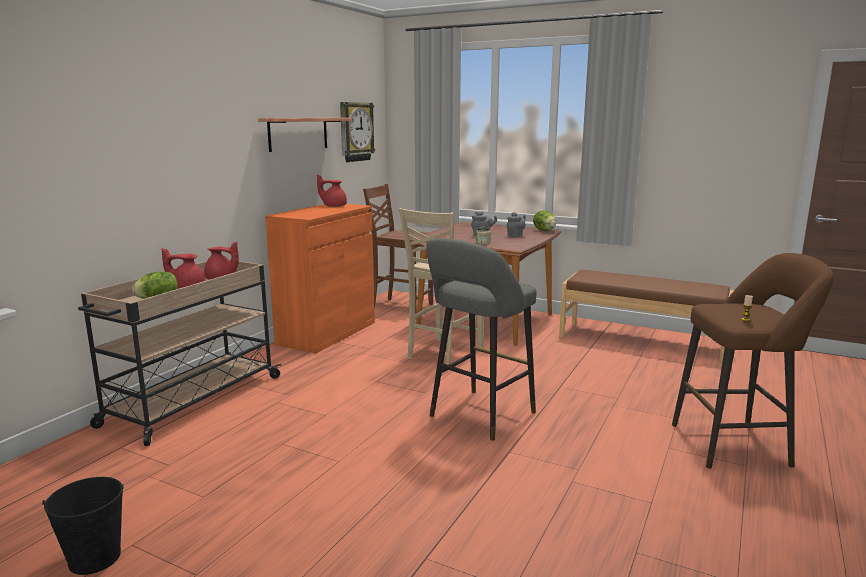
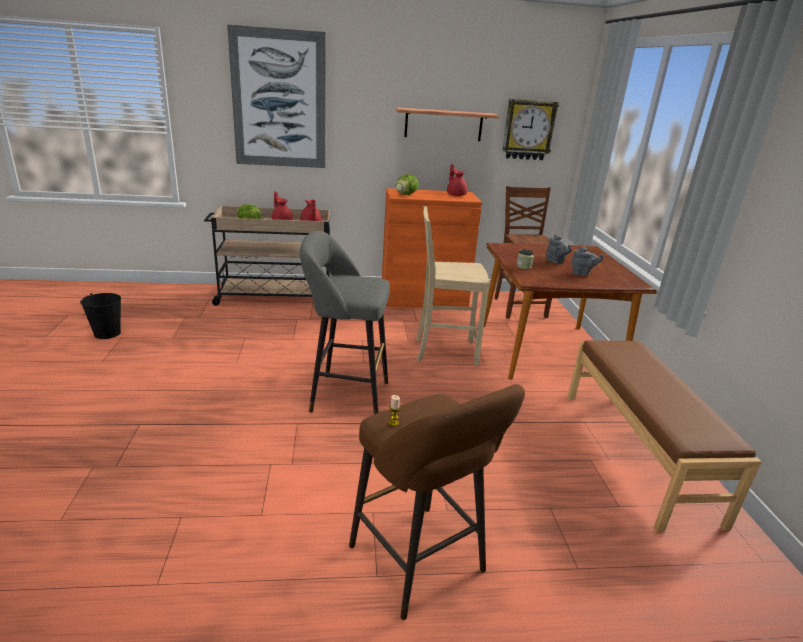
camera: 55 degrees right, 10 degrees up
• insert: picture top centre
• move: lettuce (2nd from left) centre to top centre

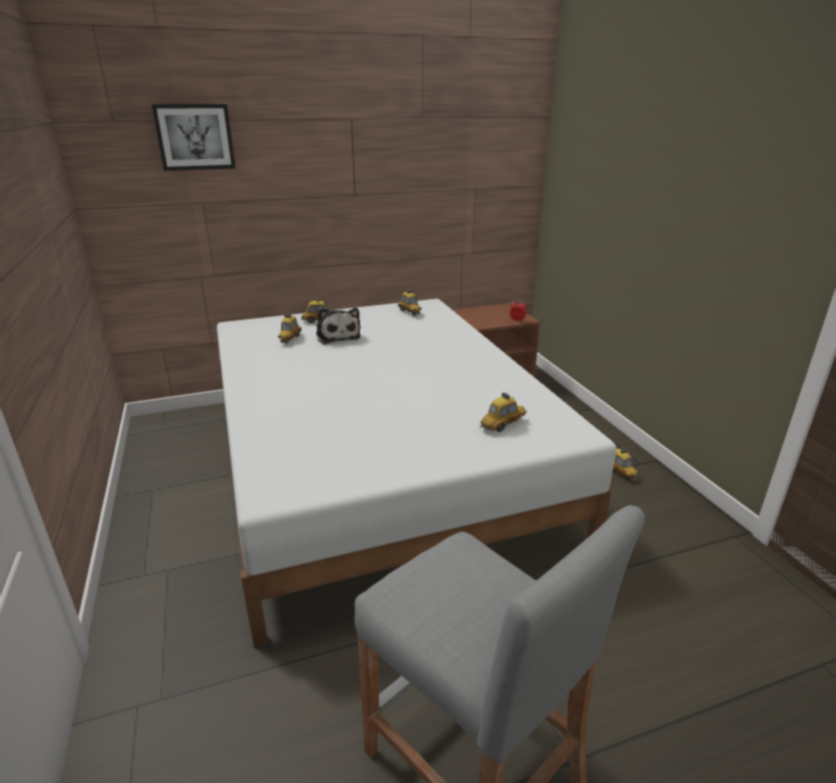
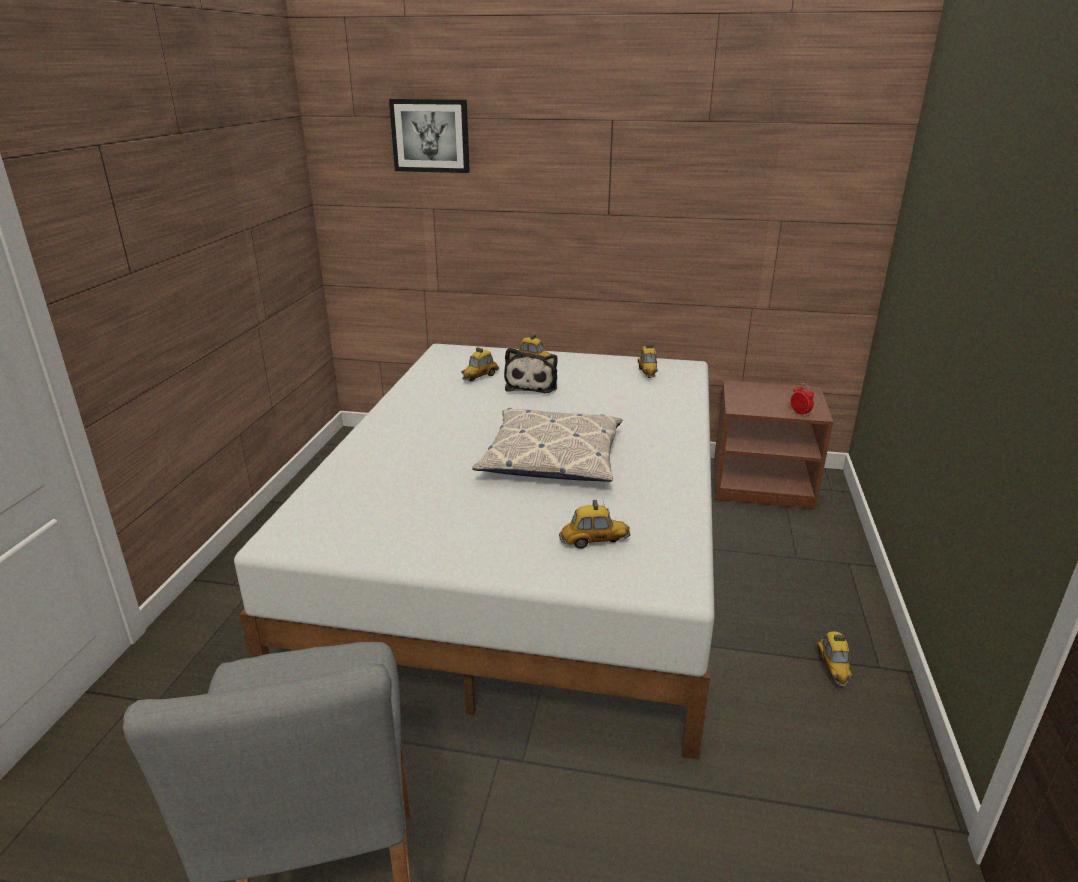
camera: 30 degrees right, 0 degrees up
• insert: pillow centre

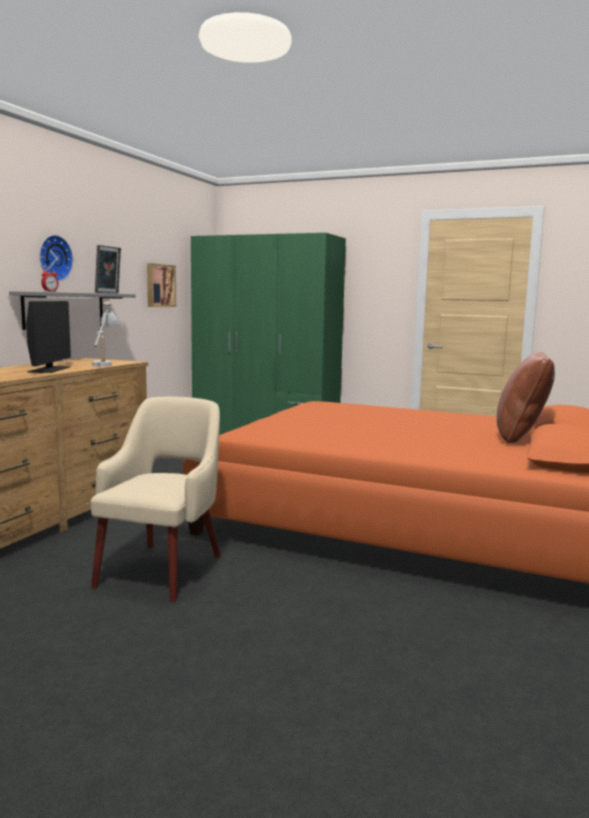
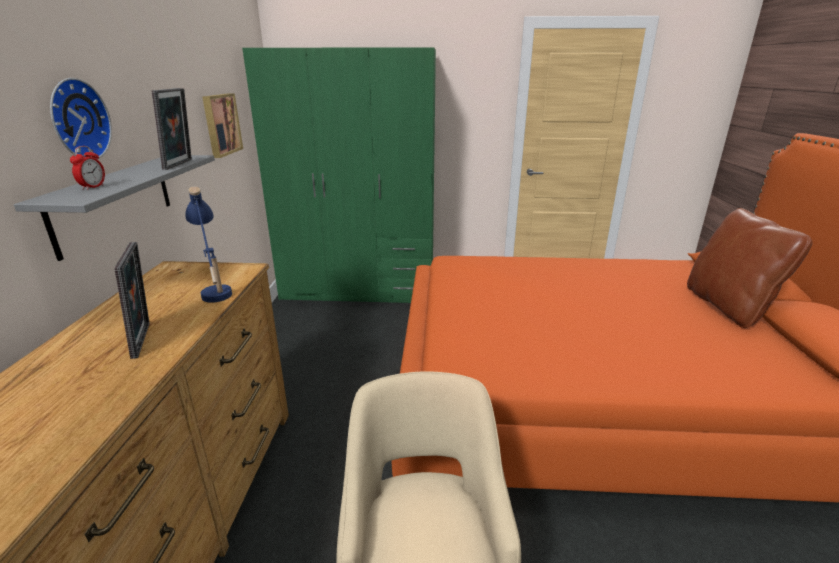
camera: 20 degrees left, 15 degrees up
• replace: monitor middle left to picture frame (1st from left) middle left
• recolor: white table lamp middle left to blue table lamp middle left

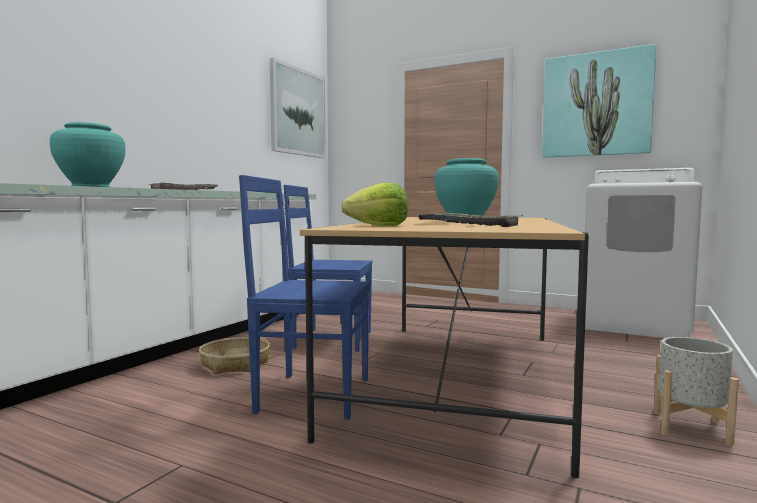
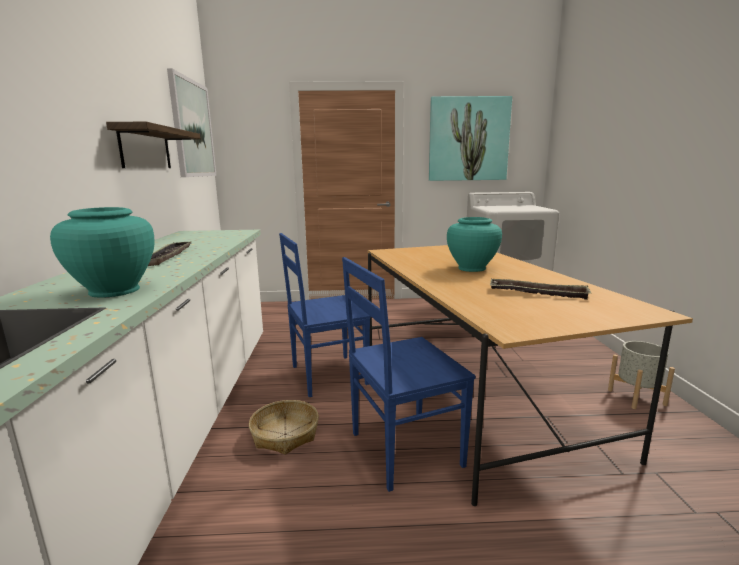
camera: 30 degrees left, 10 degrees up
• delete: lettuce centre
• insert: shelf top left

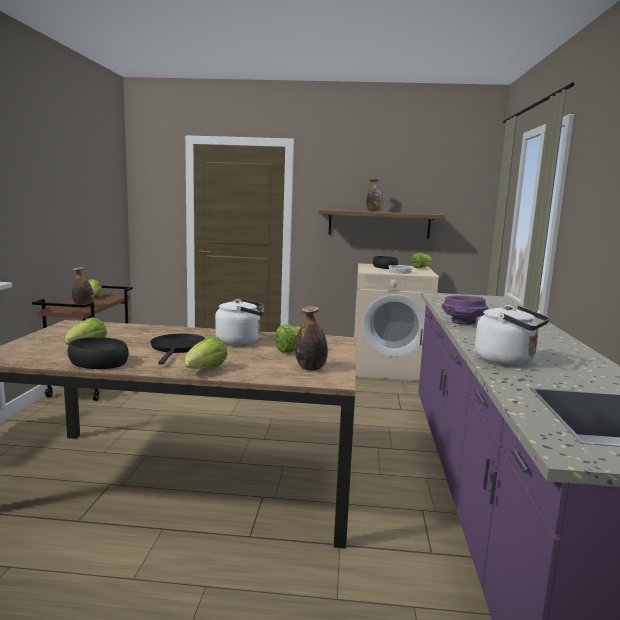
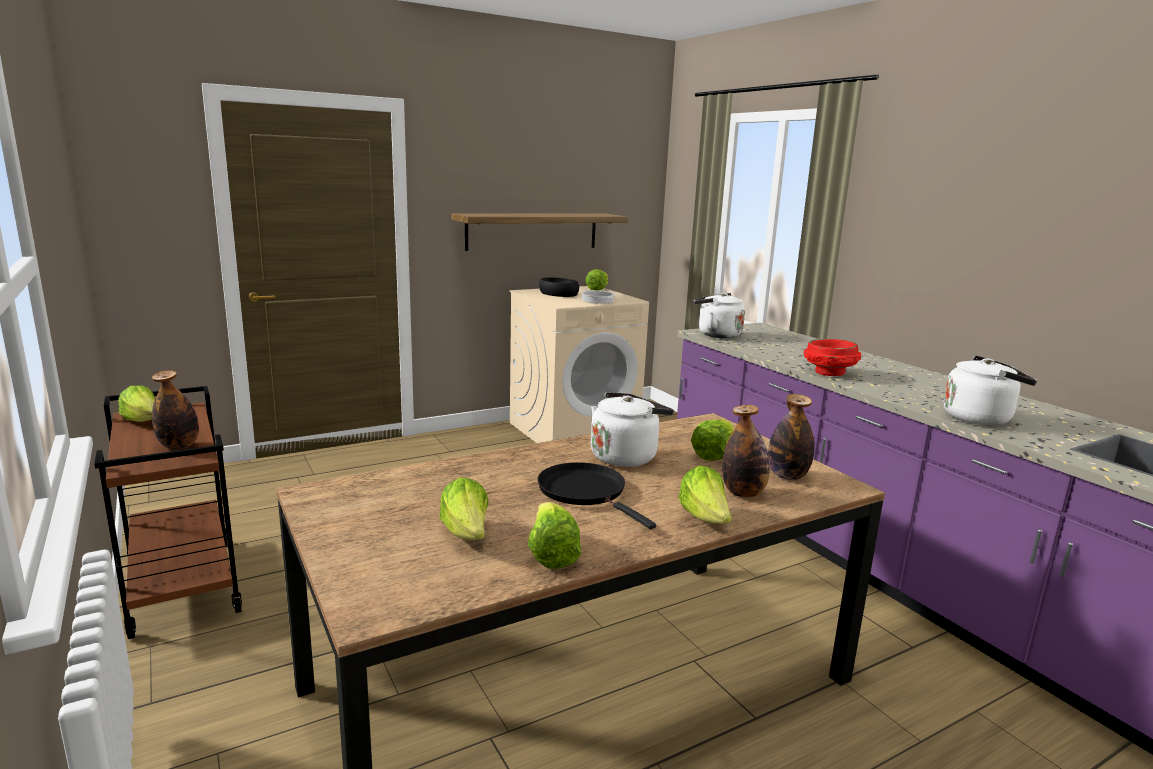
camera: 35 degrees left, 5 degrees up
• insert: white kettle (2nd from left) centre
• move: bottle (3rd from left in the first image) top centre to bottle (2nd from left) centre
• replace: black bowl (1st from left) middle left to lettuce (3rd from left) bottom centre
• recolor: purple bowl middle right to red bowl middle right

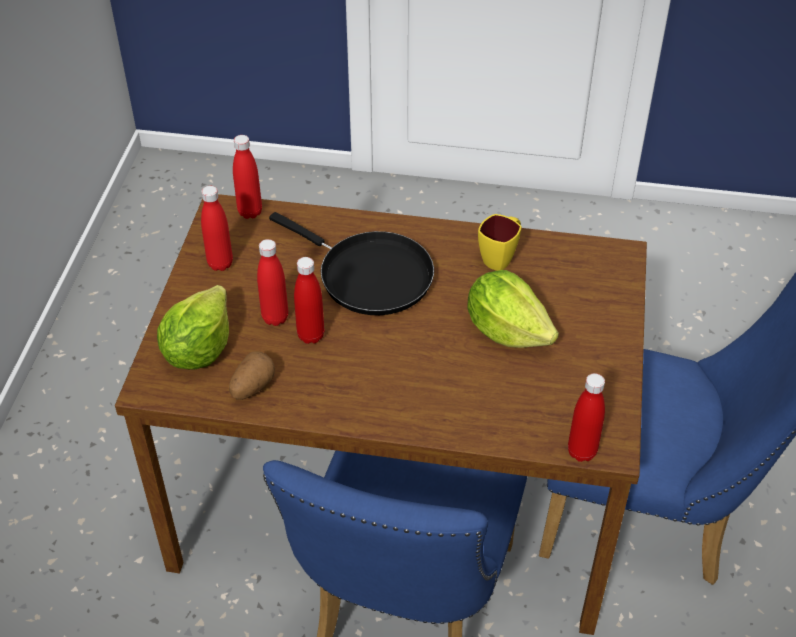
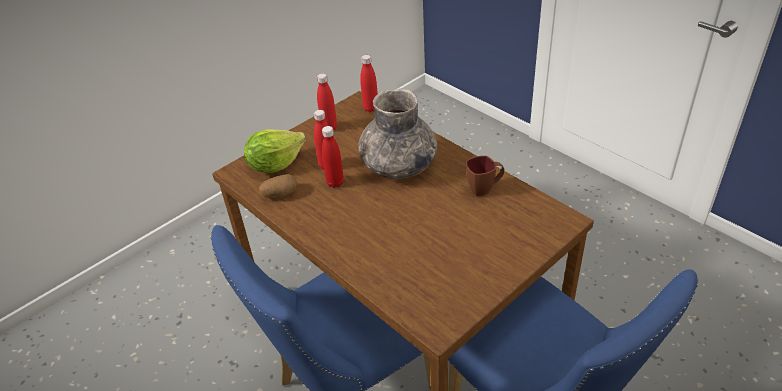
camera: 40 degrees right, 5 degrees down
• delete: lettuce (2nd from left) centre
• delete: red bottle (5th from left) middle right
• replace: black frying pan centre to grey vase centre
• recolor: yellow mug centre to brown mug centre

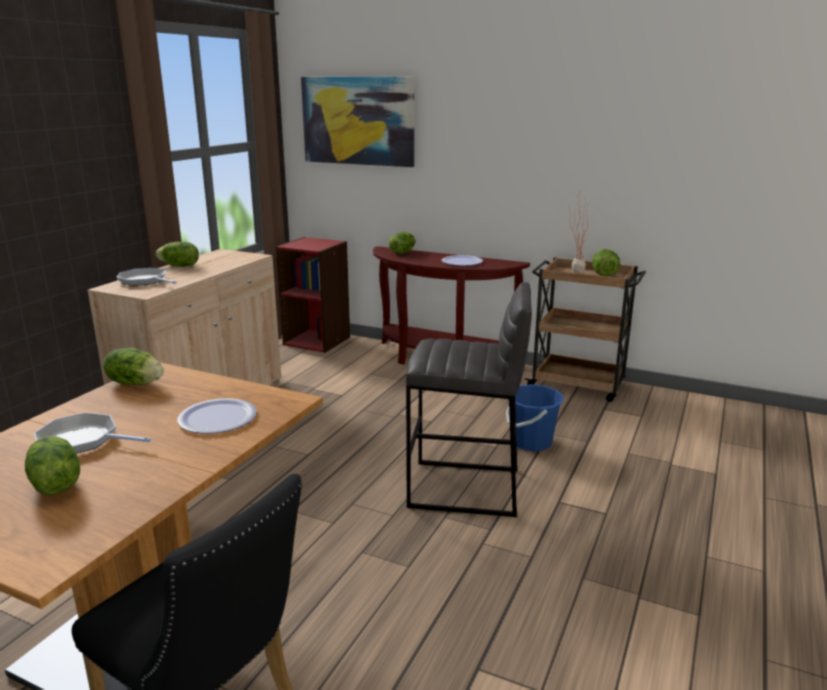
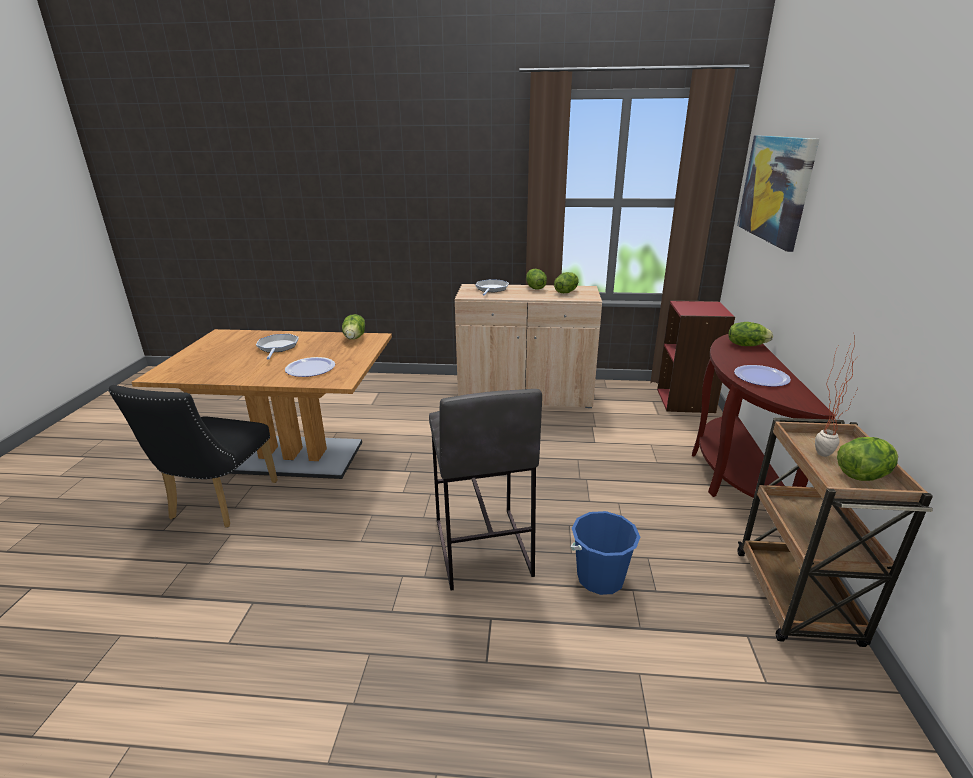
camera: 70 degrees right, 5 degrees up
• move: lettuce (1st from left in the first image) bottom left to lettuce (3rd from left) centre

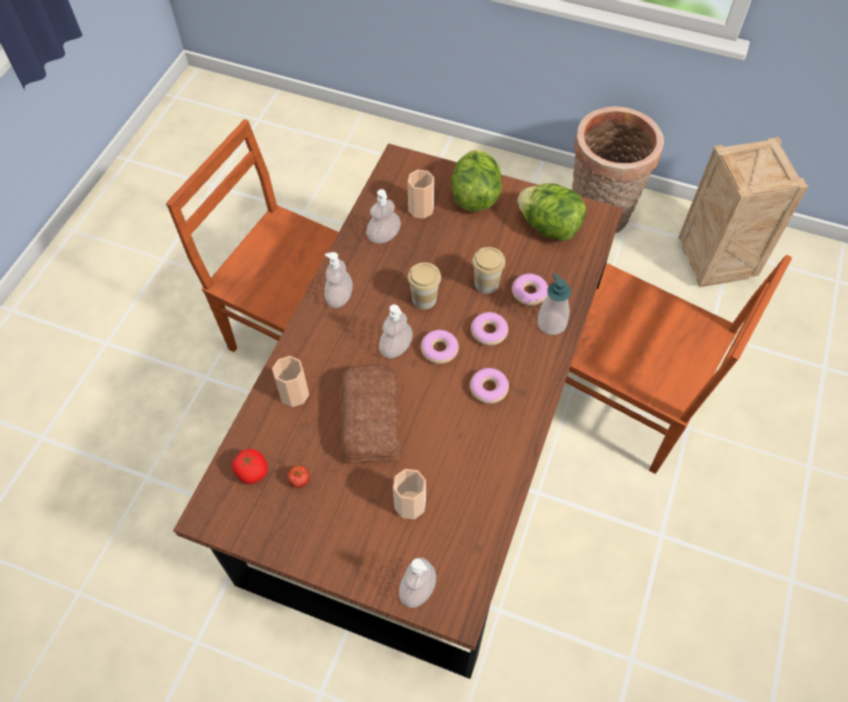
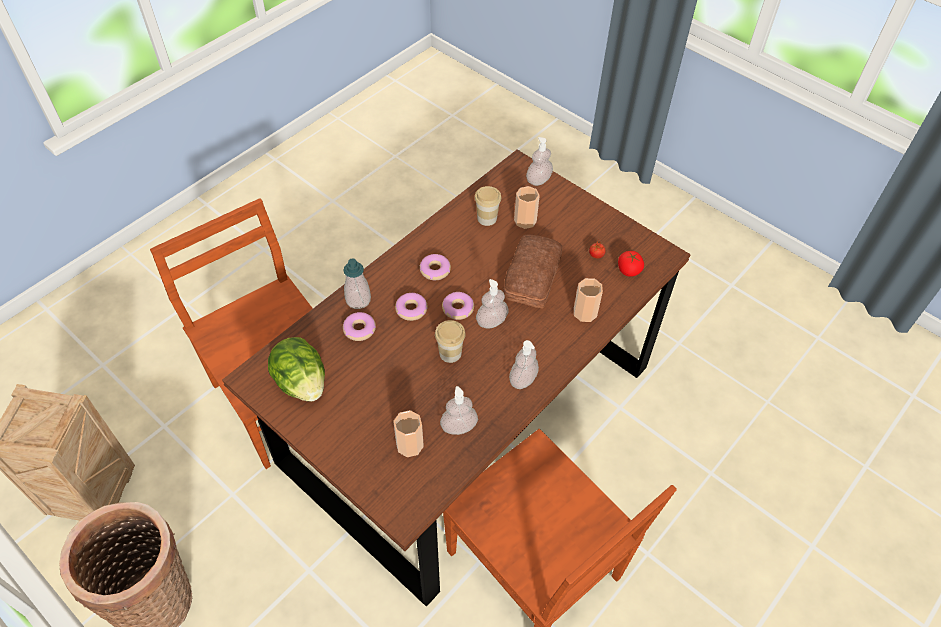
camera: 160 degrees left, 5 degrees down
• delete: lettuce (1st from left) top centre
• move: cup (5th from left in the first image) centre to cup (3rd from left) top centre

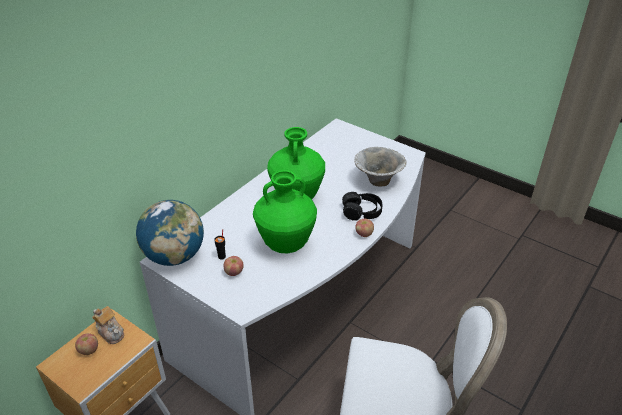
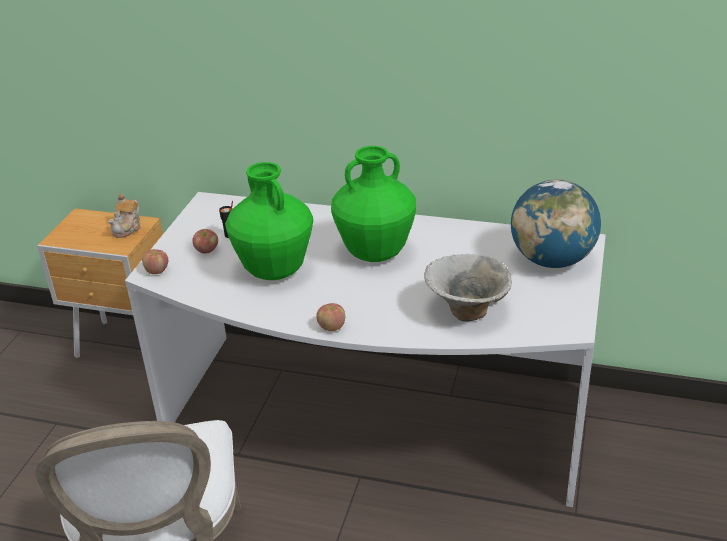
camera: 70 degrees right, 5 degrees down
• delete: black headphones centre
• move: apple (1st from left) bottom left to middle left
• move: globe middle left to middle right

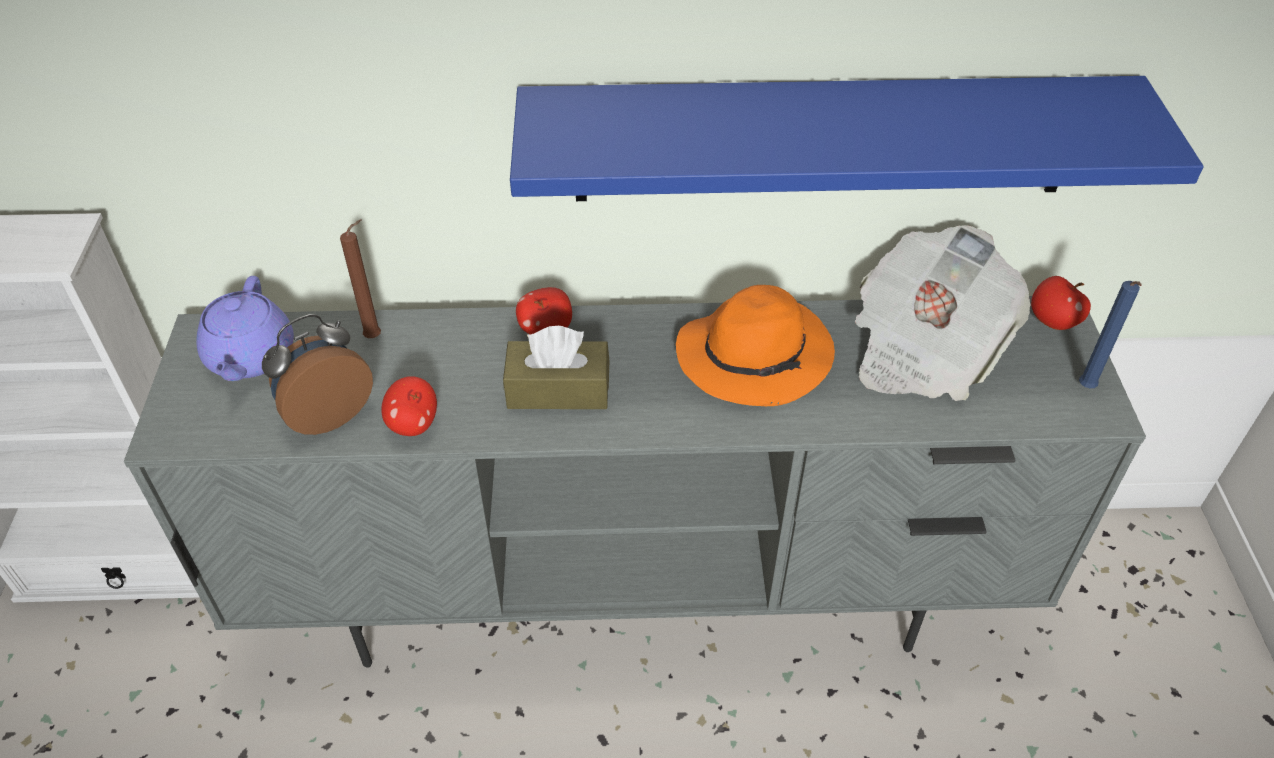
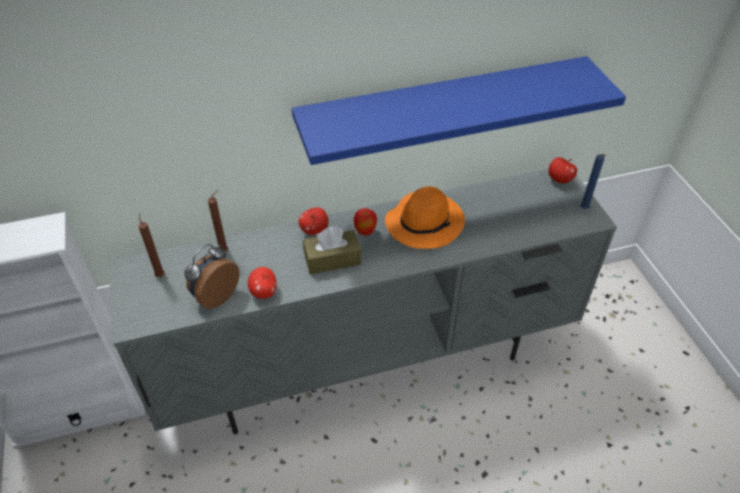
camera: 15 degrees left, 0 degrees up
• delete: newspaper middle right
• insert: apple (3rd from left) centre
• replace: purple teapot middle left to brown candle (1st from left) middle left

